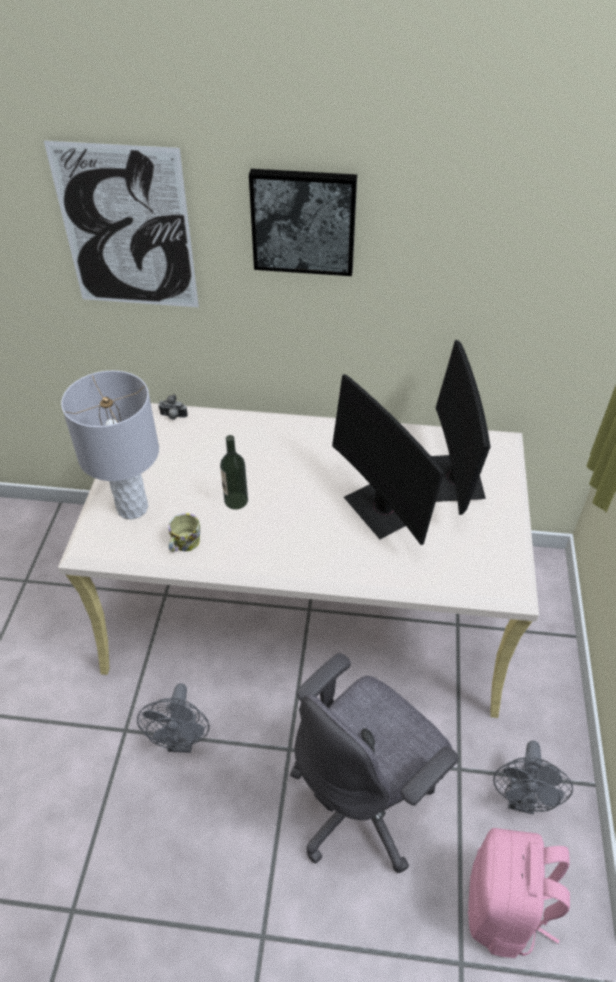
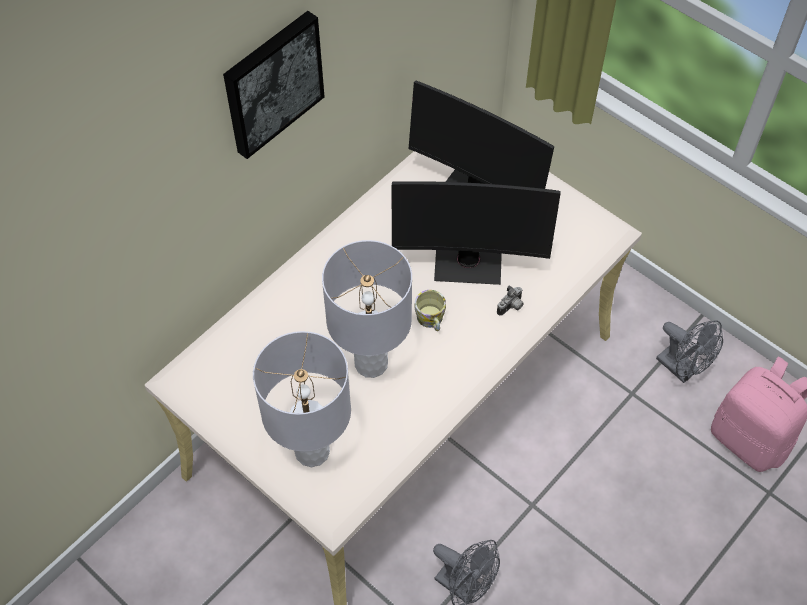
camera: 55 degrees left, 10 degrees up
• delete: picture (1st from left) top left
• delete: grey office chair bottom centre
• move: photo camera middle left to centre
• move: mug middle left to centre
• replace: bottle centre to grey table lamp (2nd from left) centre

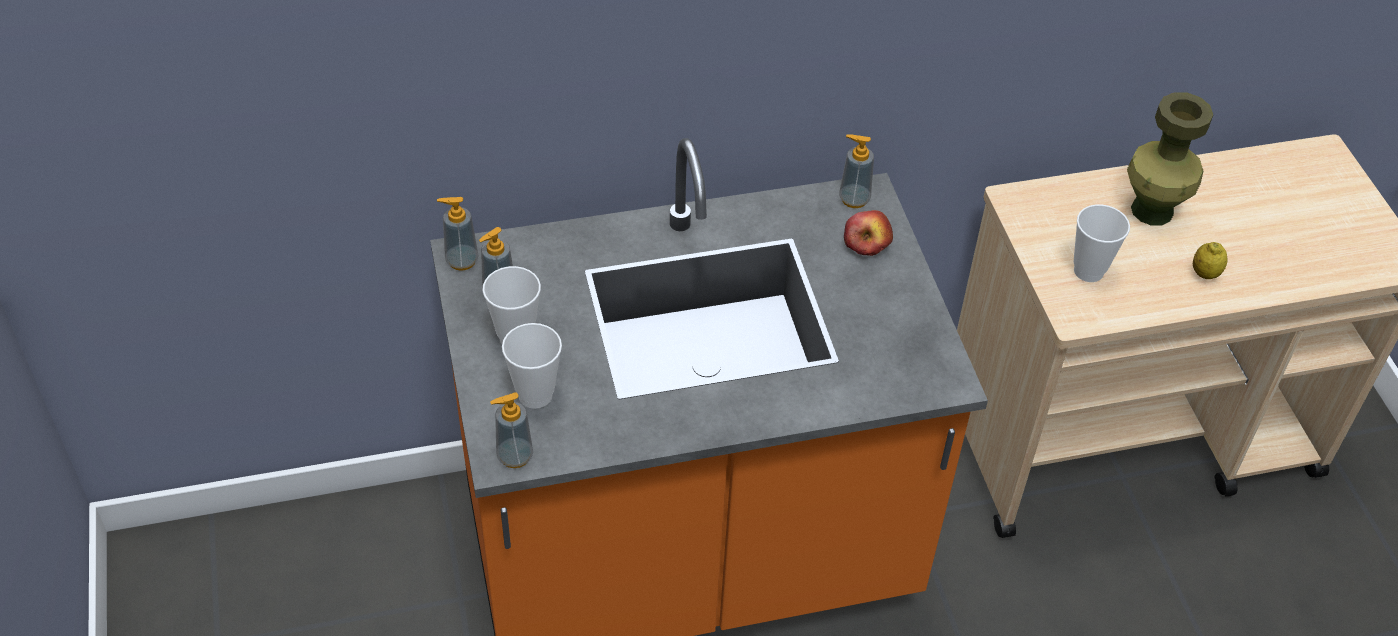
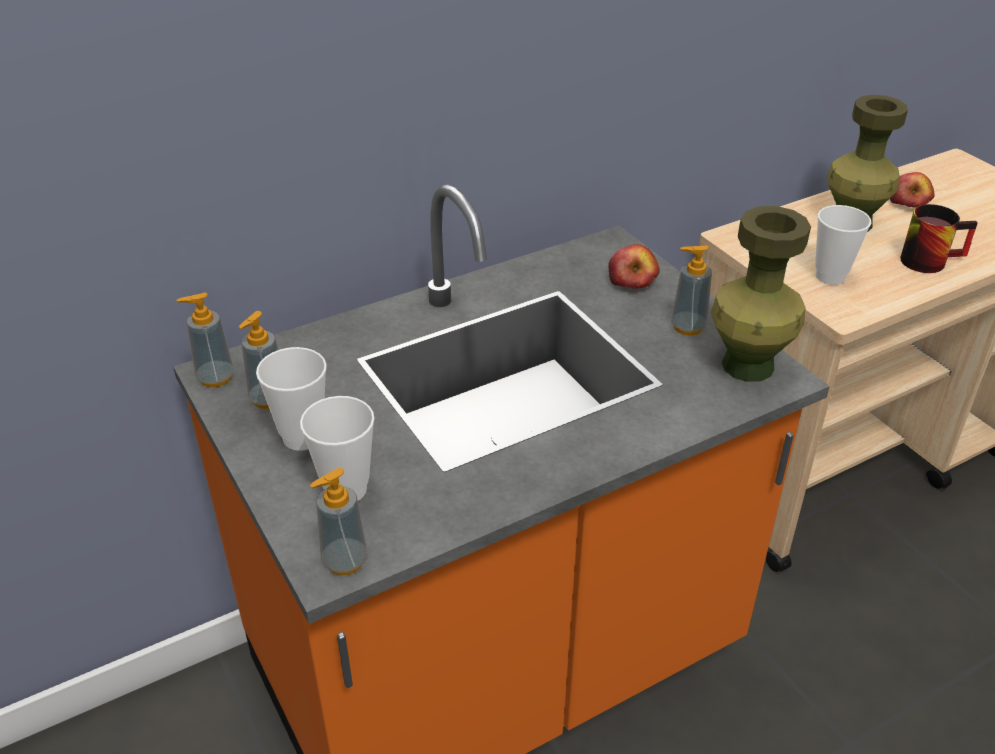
camera: 15 degrees left, 10 degrees down
• insert: green vase (1st from left) middle right
• insert: apple (2nd from left) top right
• move: soap dispenser (4th from left) top centre to middle right
• replace: lemon middle right to mug top right

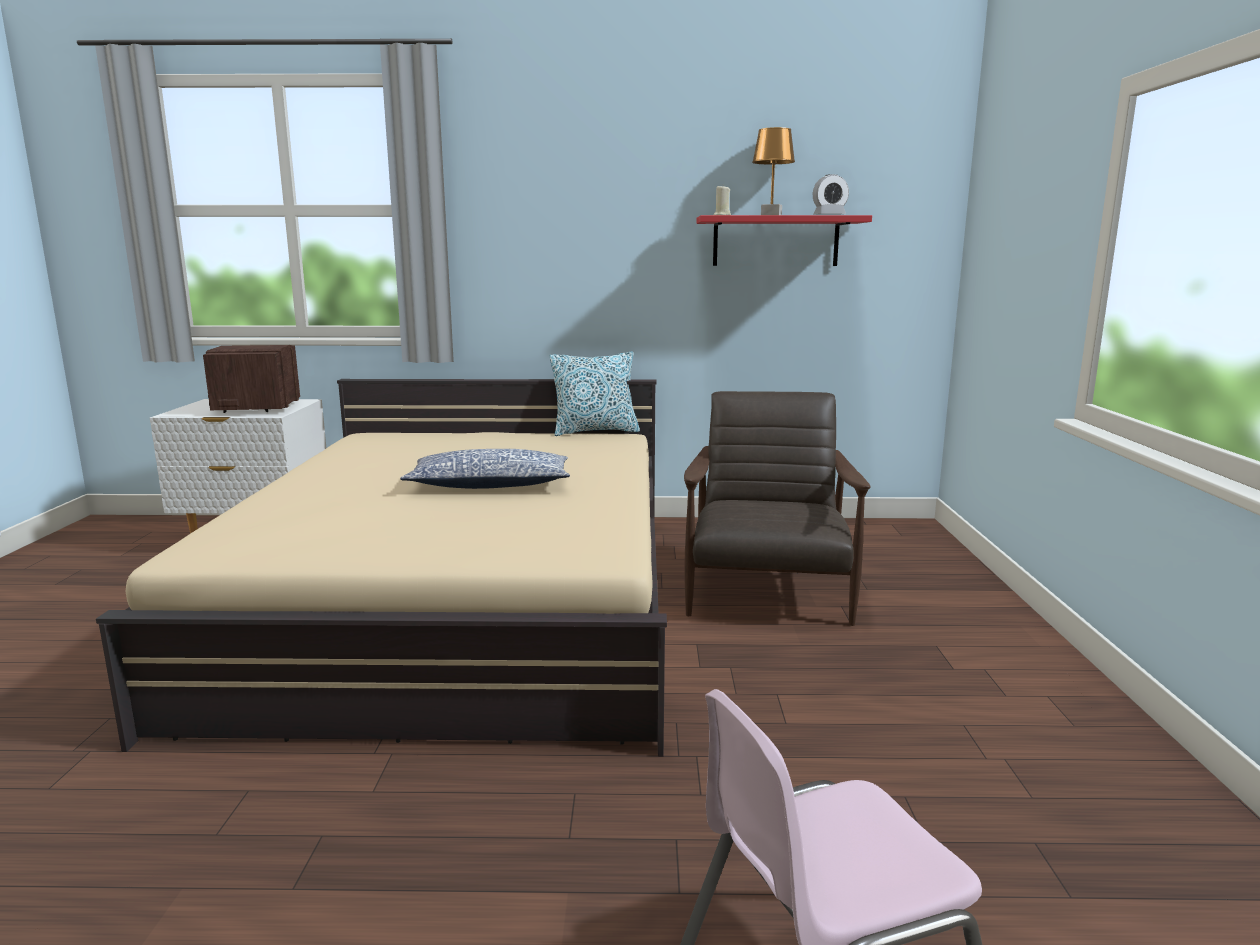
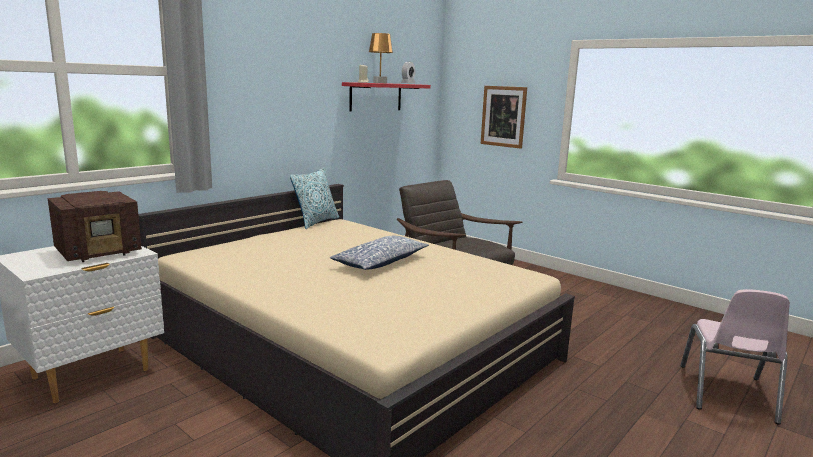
camera: 50 degrees left, 0 degrees up
• insert: picture top centre
• rotate: radio middle left = middle left 75 degrees counterclockwise

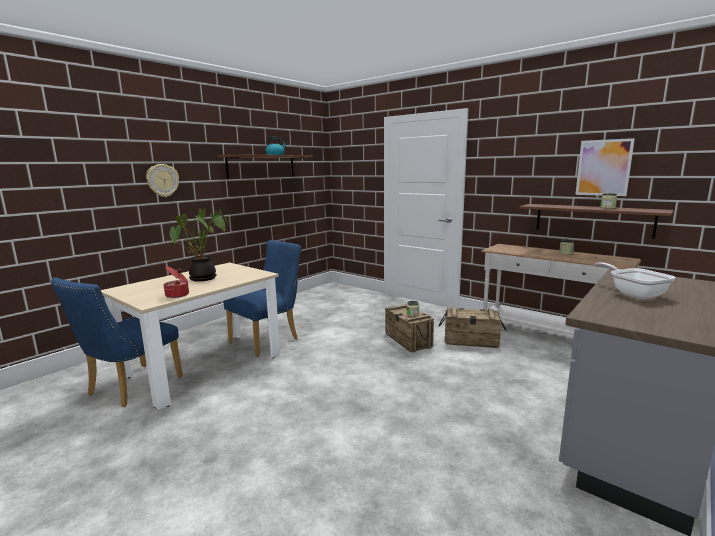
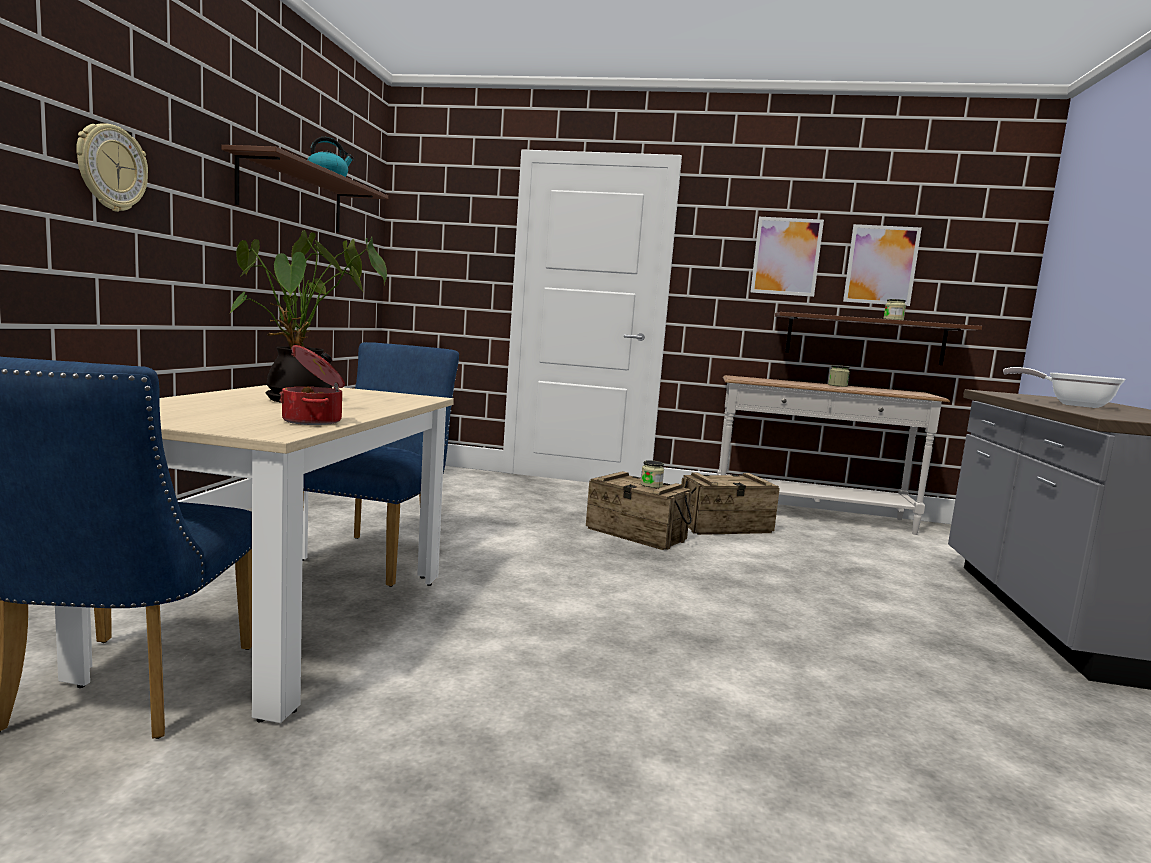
camera: 30 degrees left, 5 degrees down
• insert: picture (1st from left) top right

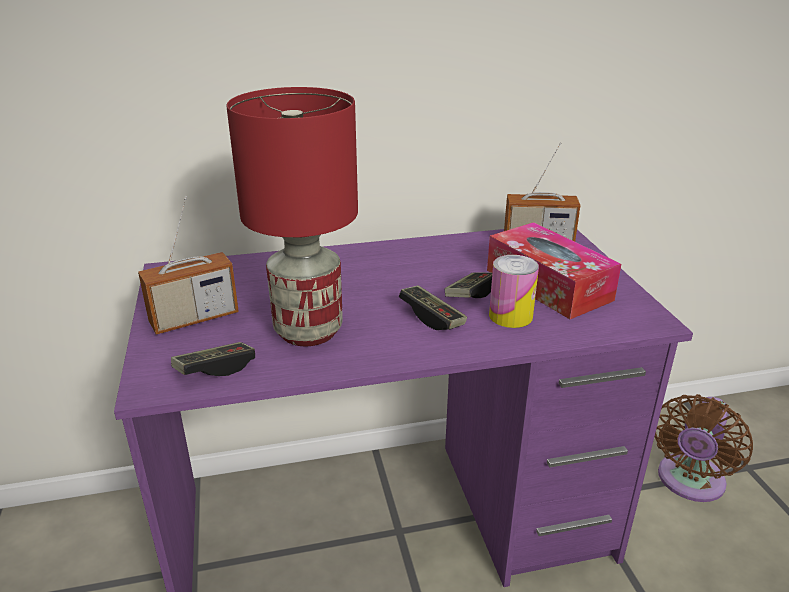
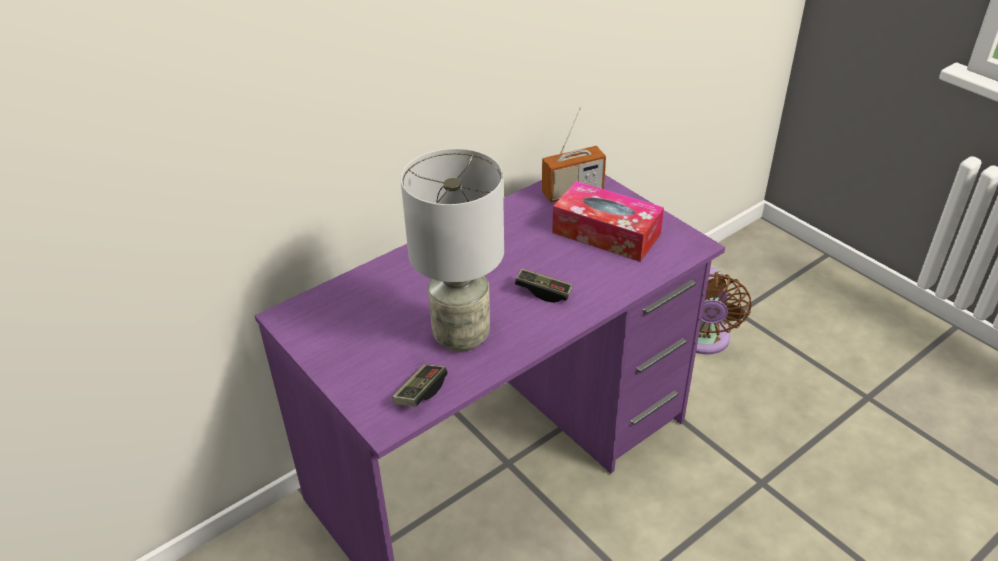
camera: 25 degrees left, 10 degrees up
• delete: radio (1st from left) middle left
• delete: game controller (3rd from left) centre
• delete: can centre
• recolor: red table lamp centre to grey table lamp centre

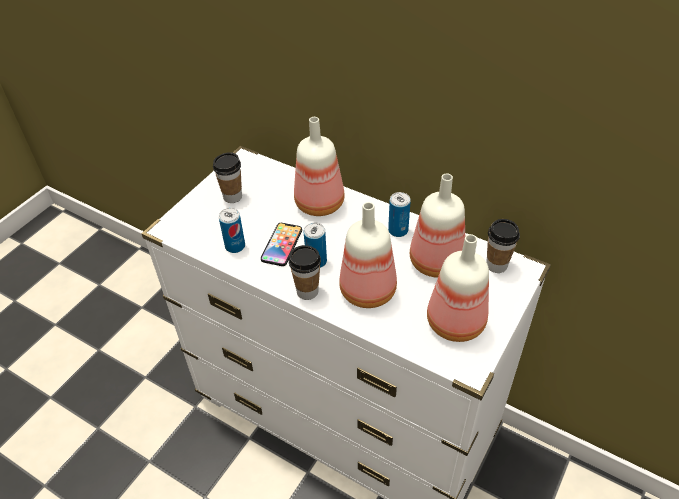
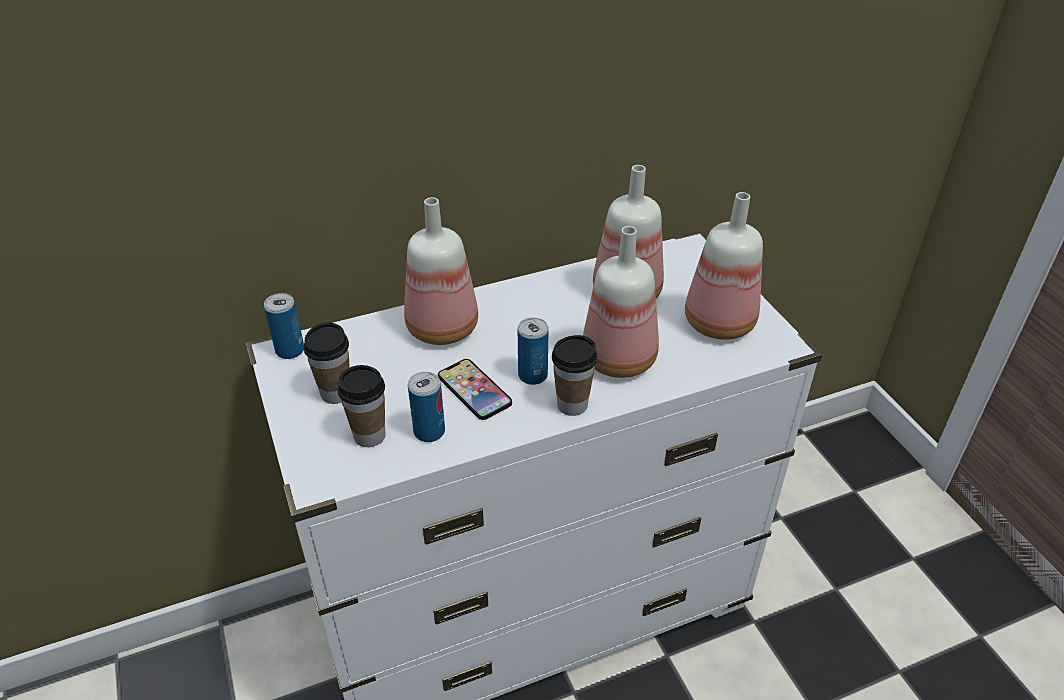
camera: 55 degrees left, 5 degrees down
• move: can (3rd from left in the first image) centre to can (1st from left) middle left
• move: cup (3rd from left in the first image) middle right to cup (2nd from left) centre

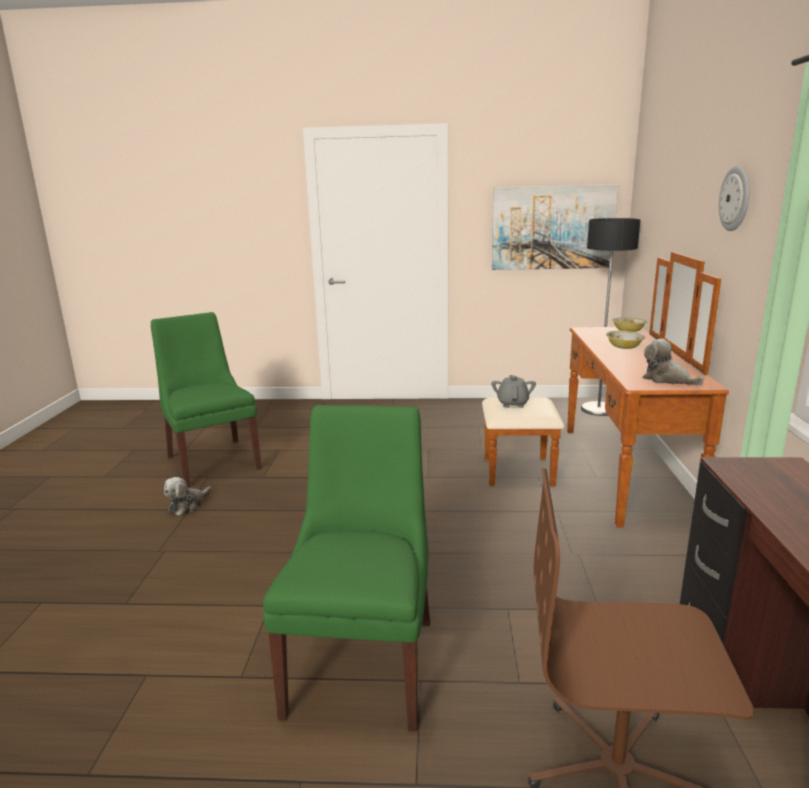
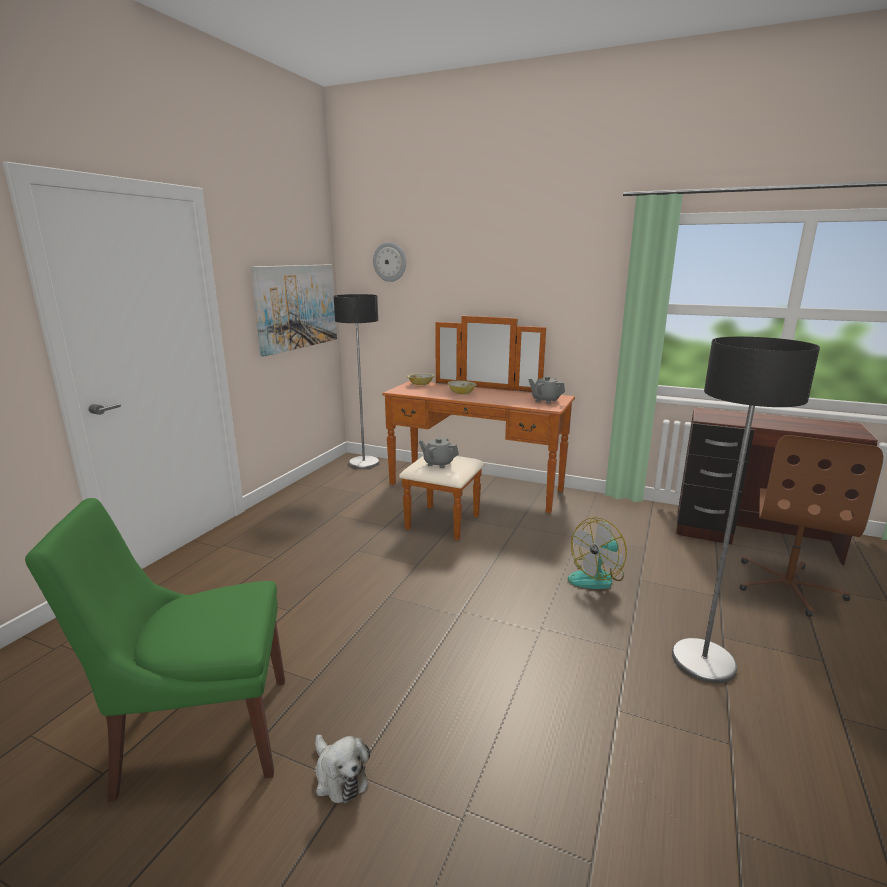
camera: 70 degrees left, 0 degrees up
• insert: fan middle right
• move: wall clock top right to top centre
• replace: green chair (2nd from left) bottom centre to floor lamp (2nd from left) middle right
• replace: plush toy (2nd from left) middle right to grey teapot (2nd from left) centre

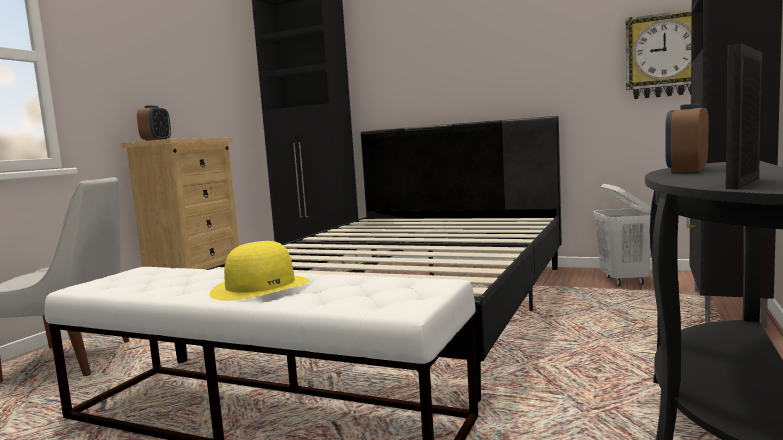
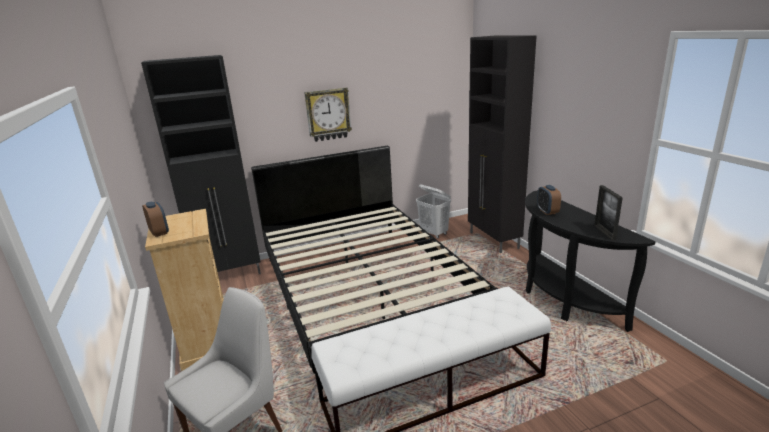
camera: 45 degrees left, 15 degrees up
• delete: yellow hat middle left
• move: wall clock top right to top centre

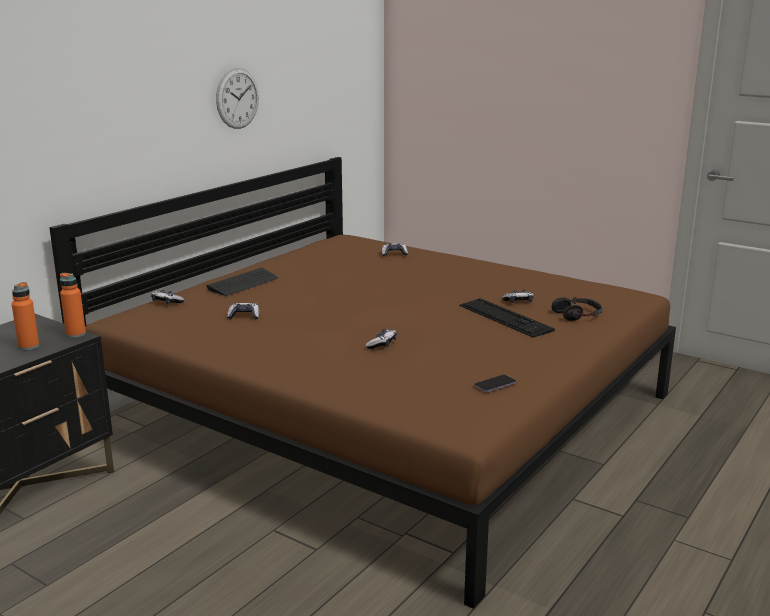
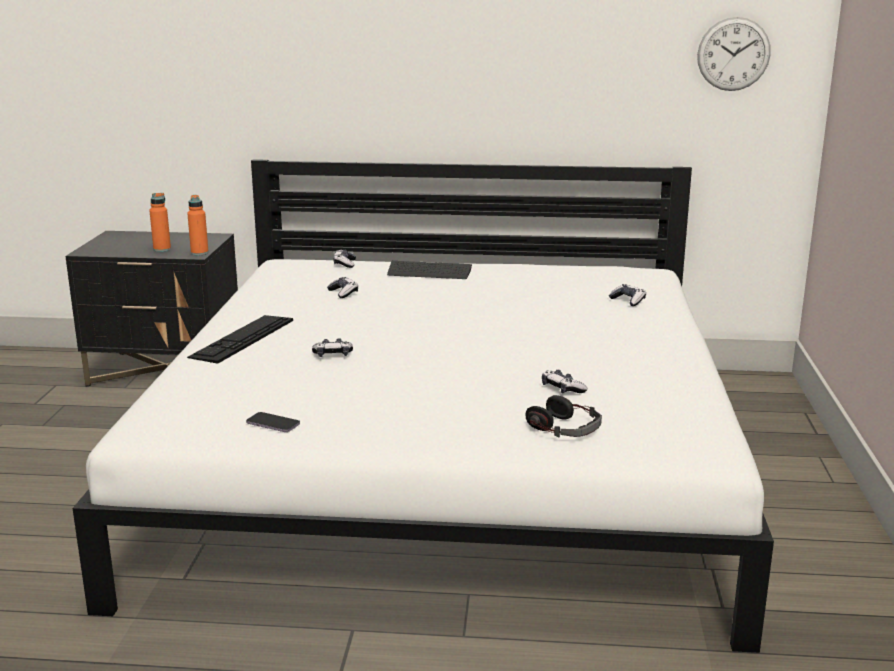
camera: 60 degrees right, 0 degrees up
• move: wall clock top left to top right
• move: keyboard (2nd from left in the first image) centre to keyboard (1st from left) middle left
• recolor: brown bed centre to white bed centre

